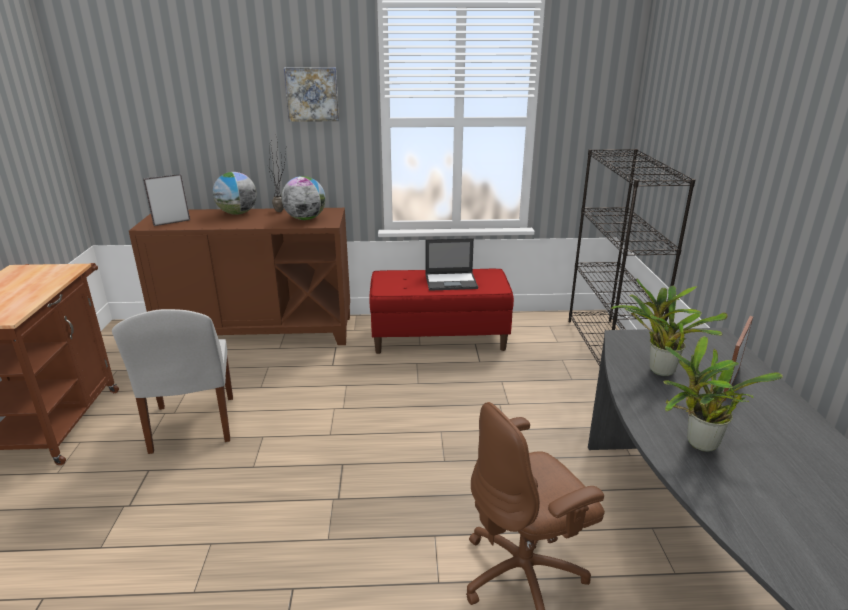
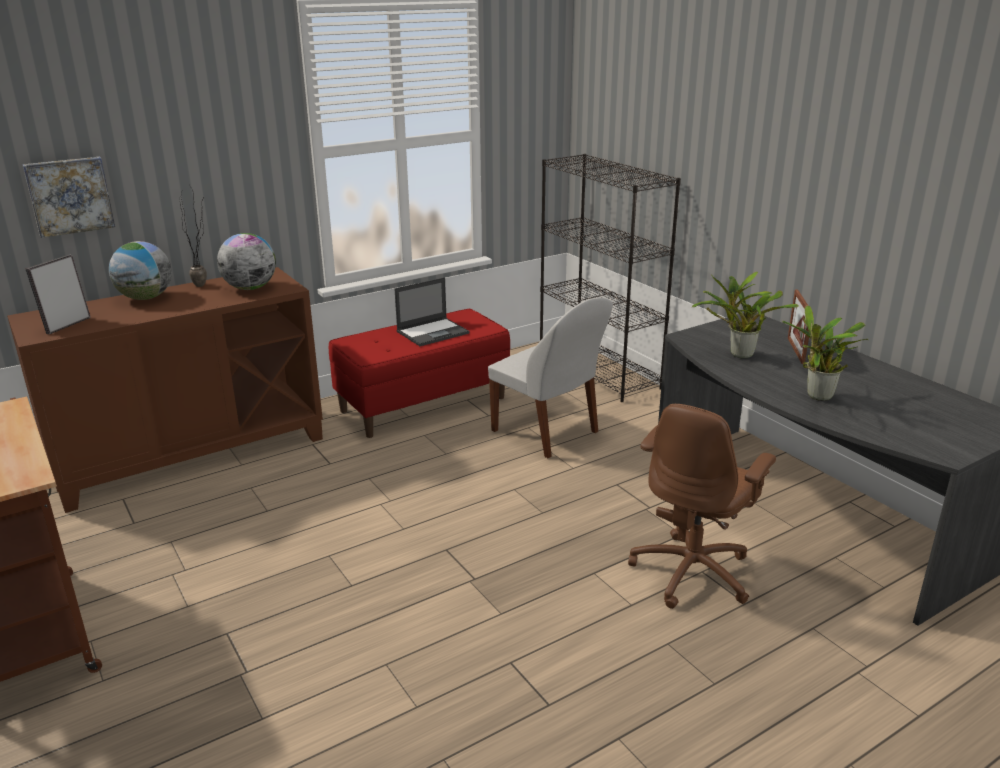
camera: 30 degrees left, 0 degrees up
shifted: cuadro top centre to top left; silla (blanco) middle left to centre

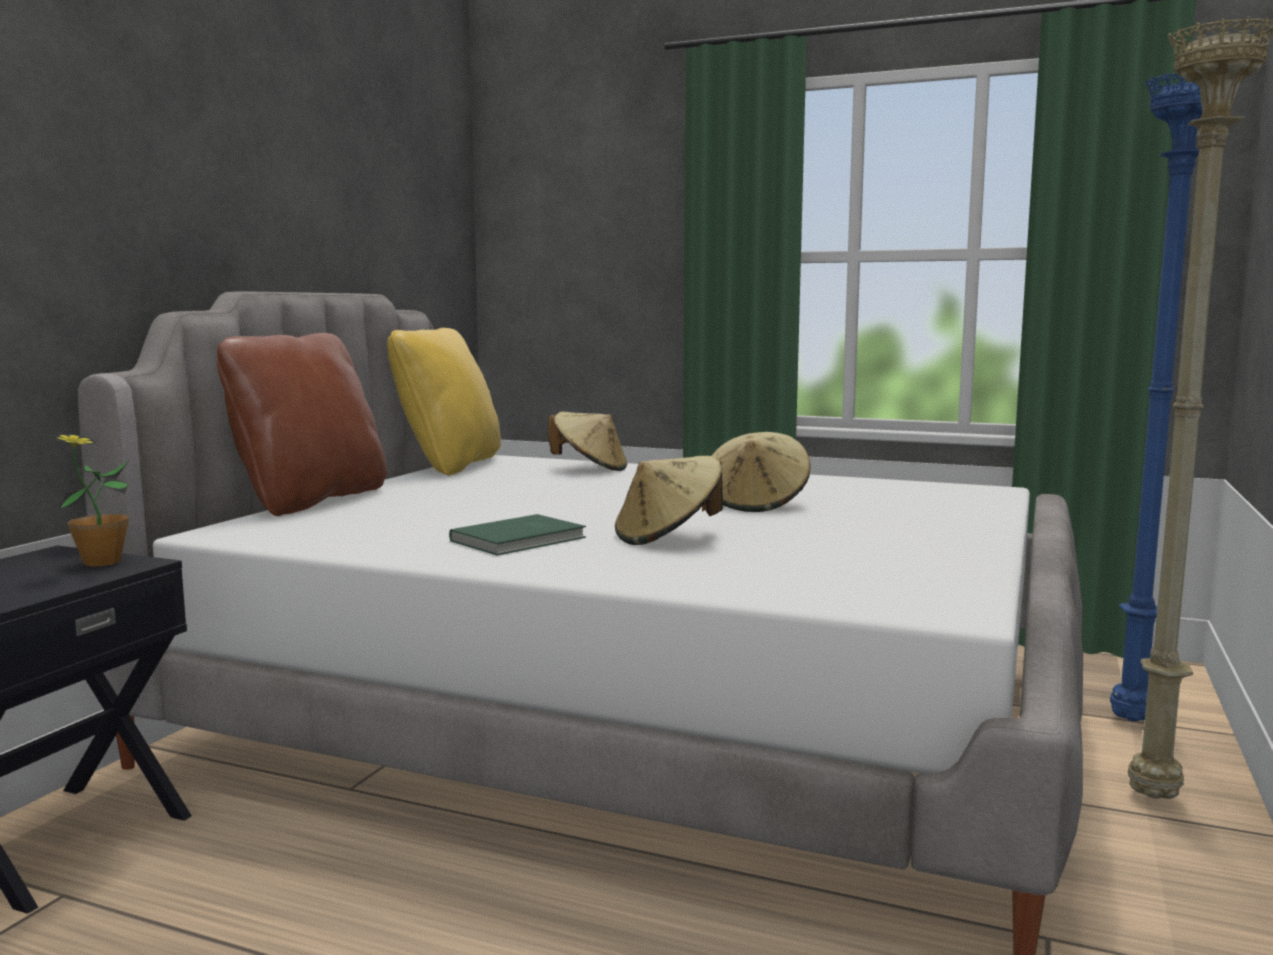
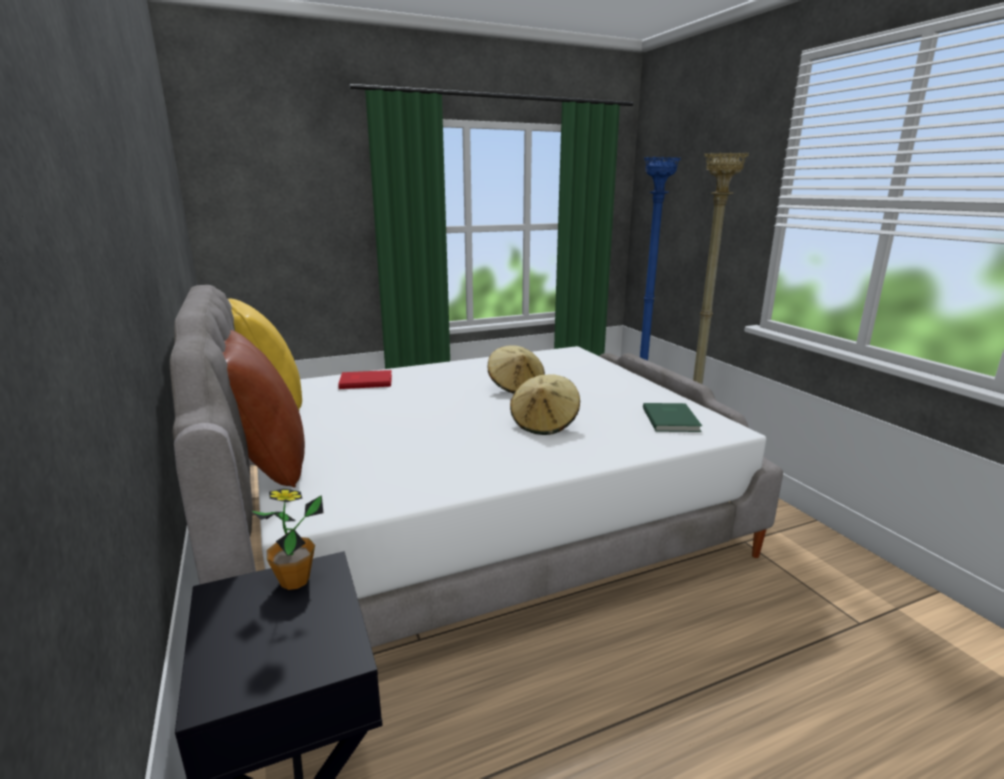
camera: 45 degrees left, 10 degrees up
shifted: libro (verde) centre to middle right
swapped: sombrero (beis) (no. 1 from left) centre to libro (rojo) centre

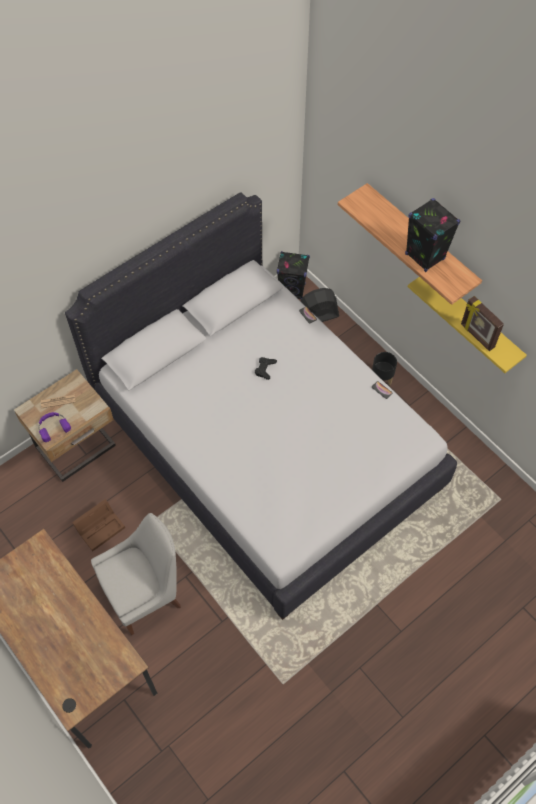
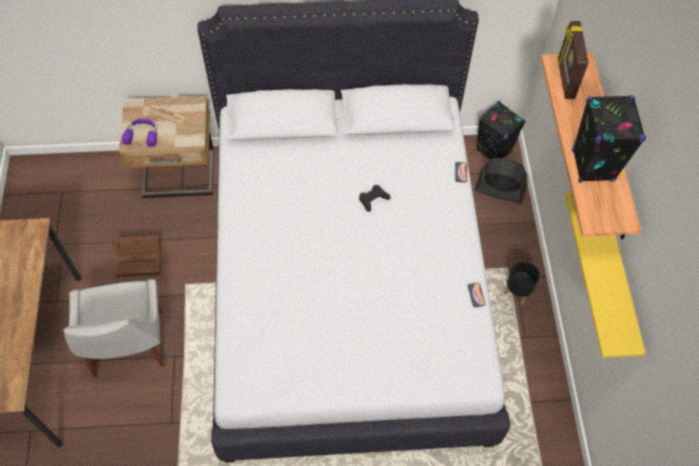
camera: 35 degrees right, 0 degrees up
shifted: portarretratos middle right to top right
rotated: silla (blanco) bottom left = bottom left 75 degrees clockwise

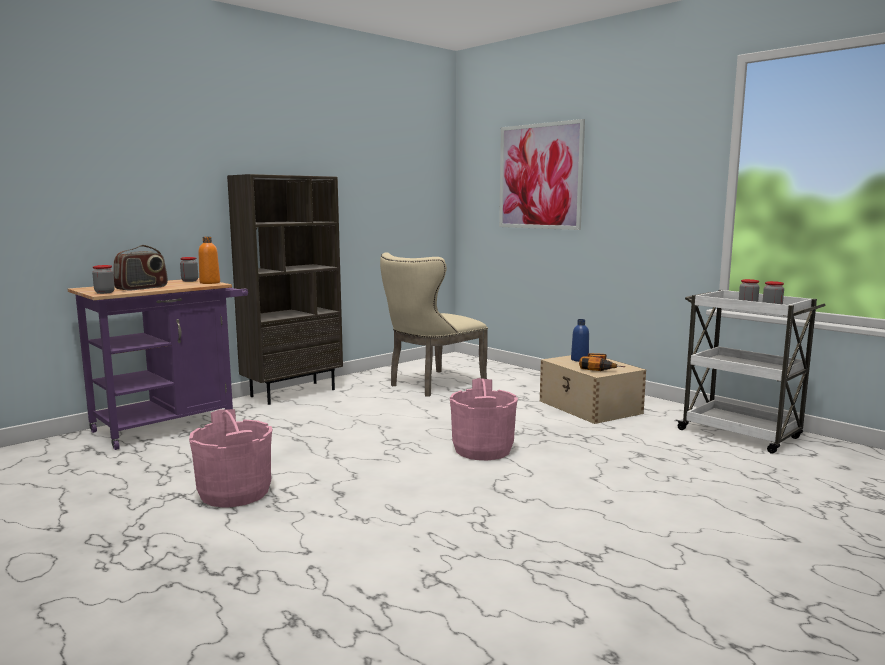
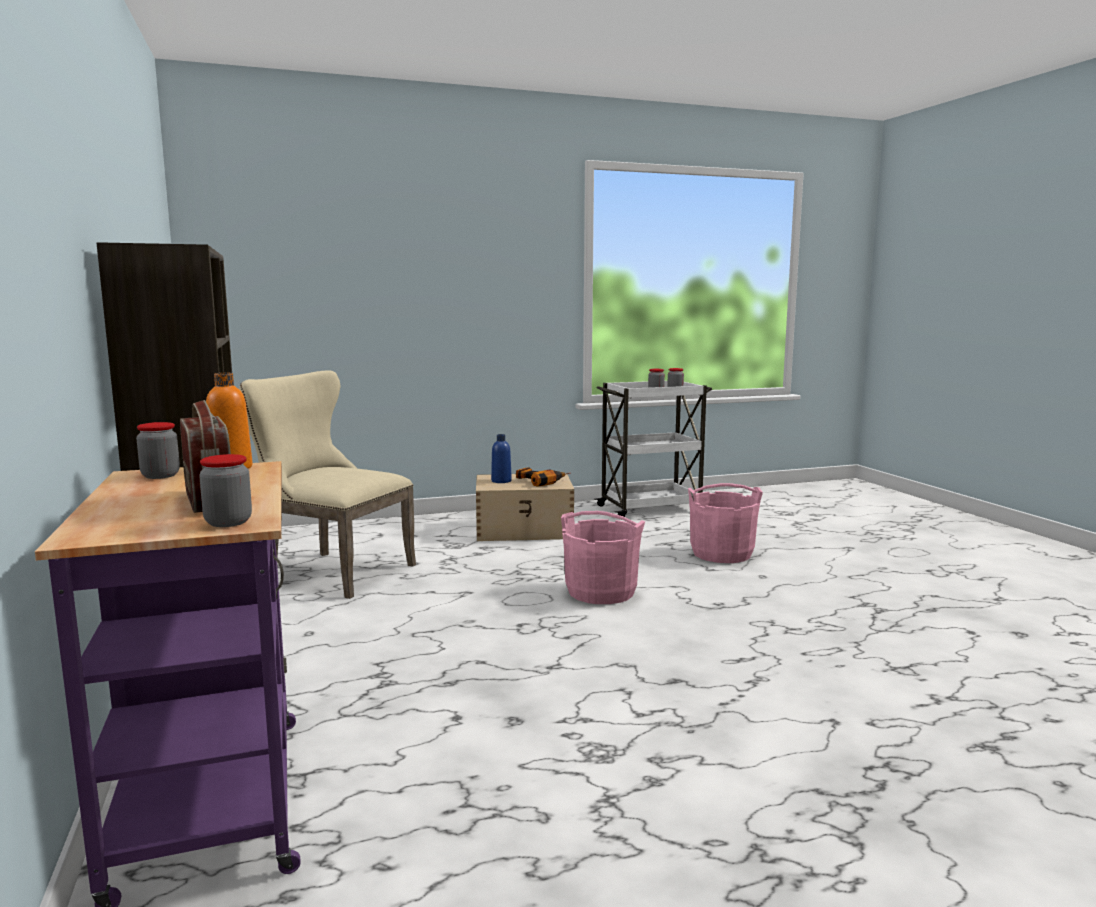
camera: 65 degrees left, 0 degrees up
gone: cuadro top centre
shifted: cubo (rosa) (no. 1 from left in the first image) bottom left to cubo (rosa) (no. 2 from left) centre
rotated: silla (beis) centre = middle left 135 degrees clockwise

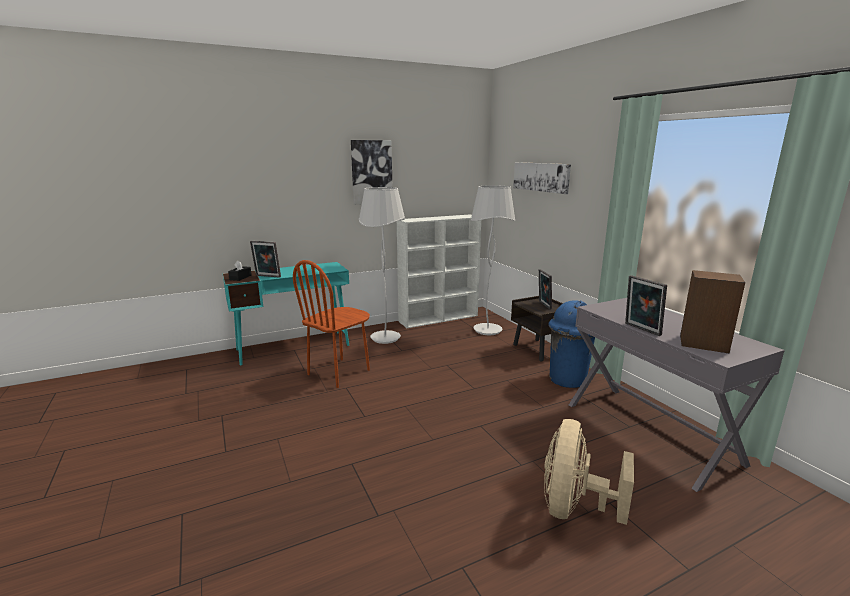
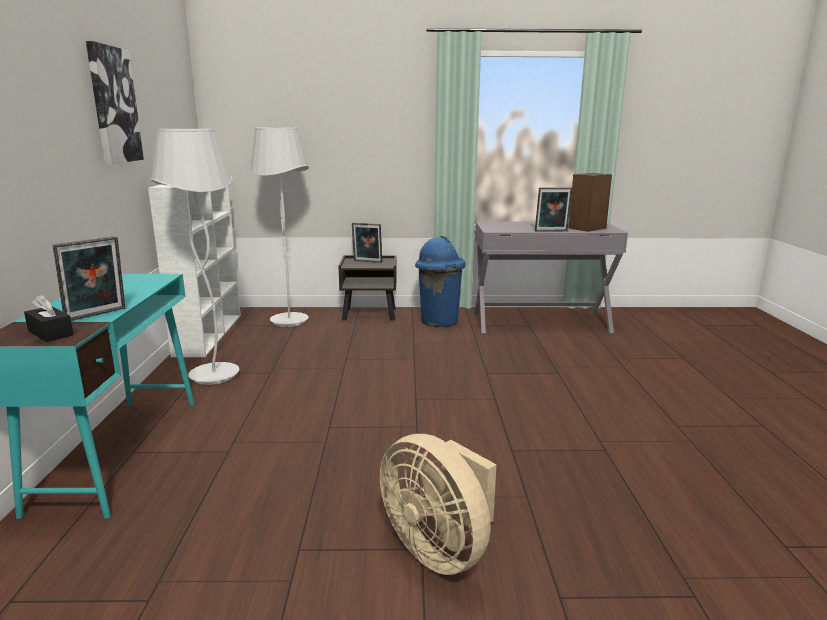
camera: 65 degrees left, 0 degrees up
gone: silla (marrón) centre; cuadro (no. 2 from left) top centre
shifted: ventilador (beis) bottom right to bottom centre

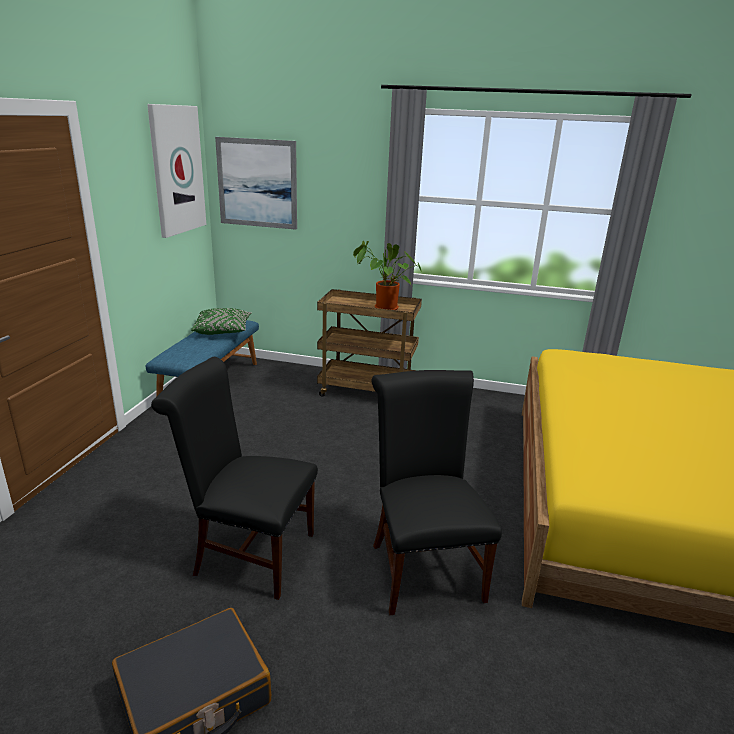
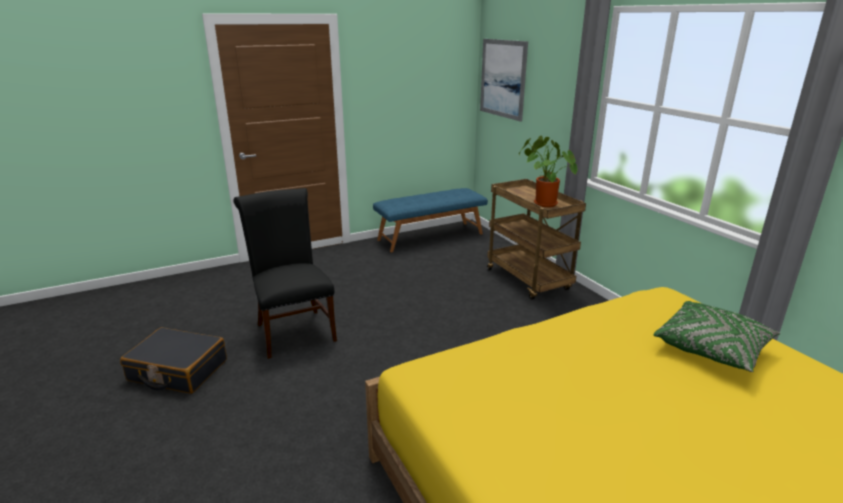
camera: 50 degrees right, 0 degrees up
gone: cuadro (no. 1 from left) top left; silla (negro) (no. 2 from left) bottom centre
shifted: cojín (verde) middle left to bottom right

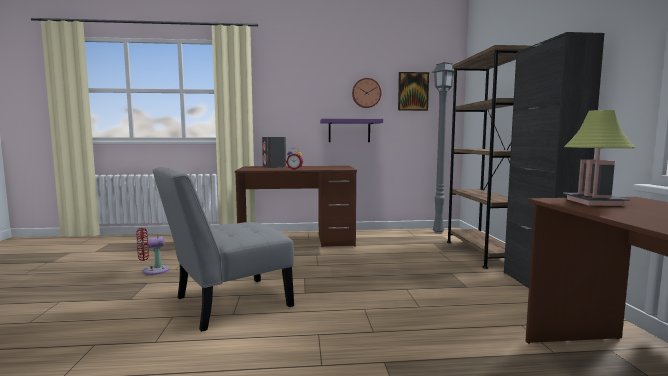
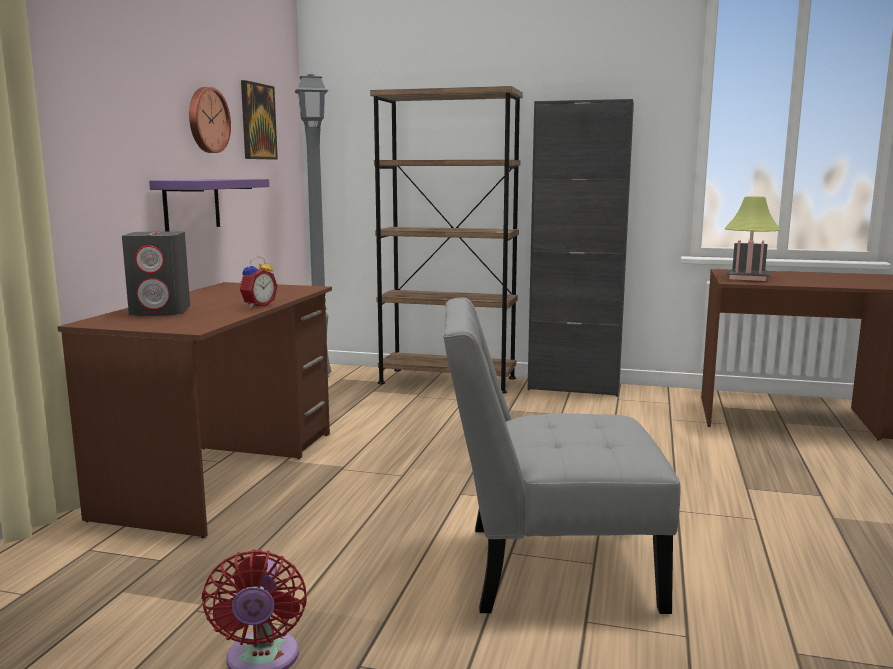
camera: 70 degrees left, 5 degrees up
rotated: silla (gris) centre = bottom centre 105 degrees clockwise

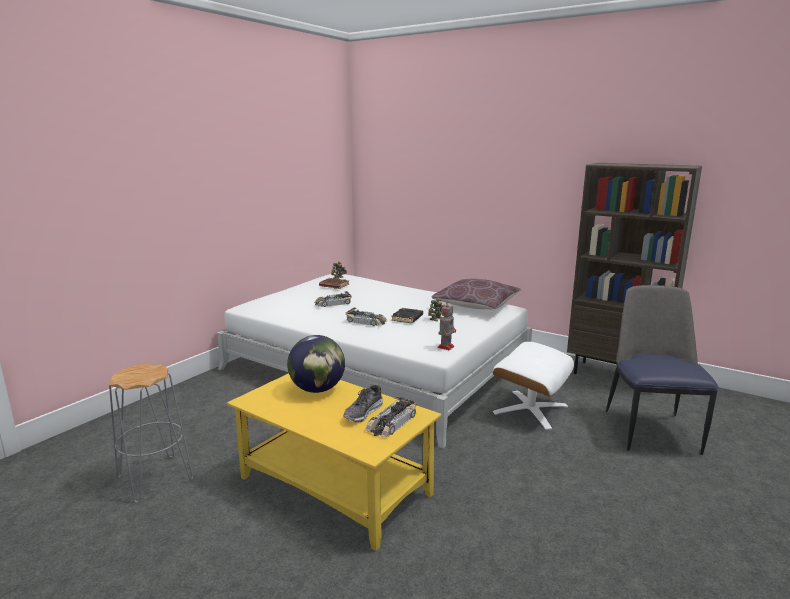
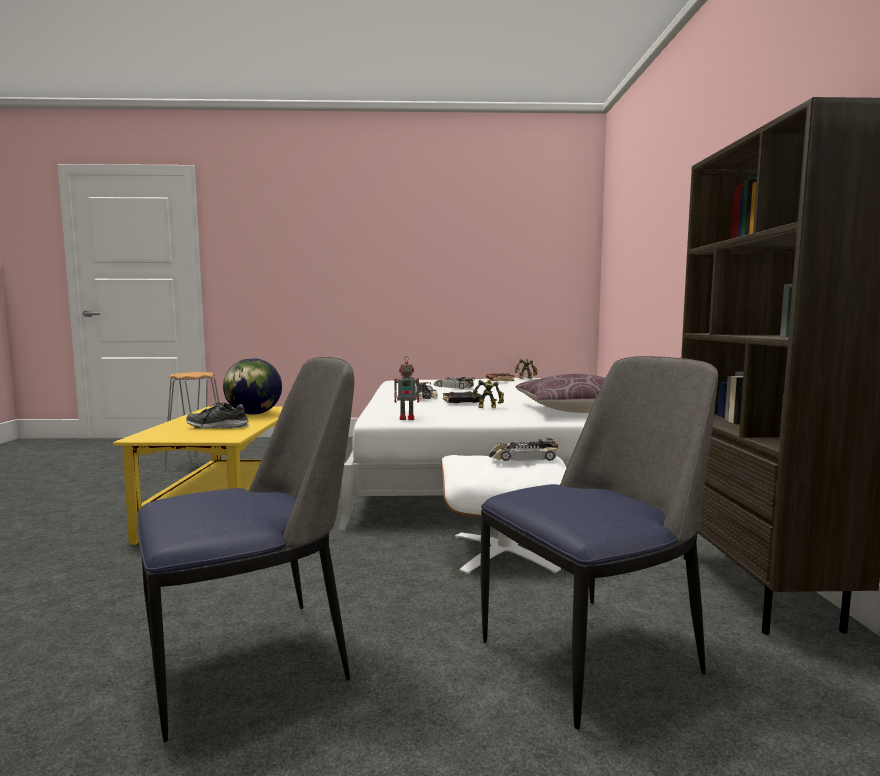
camera: 55 degrees right, 10 degrees down
new: silla (no. 1 from left) bottom left
shifted: coche de juguete (no. 3 from left) bottom centre to centre

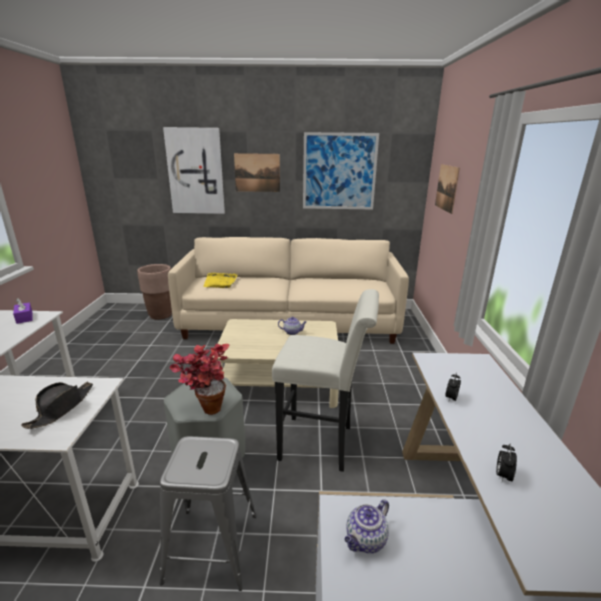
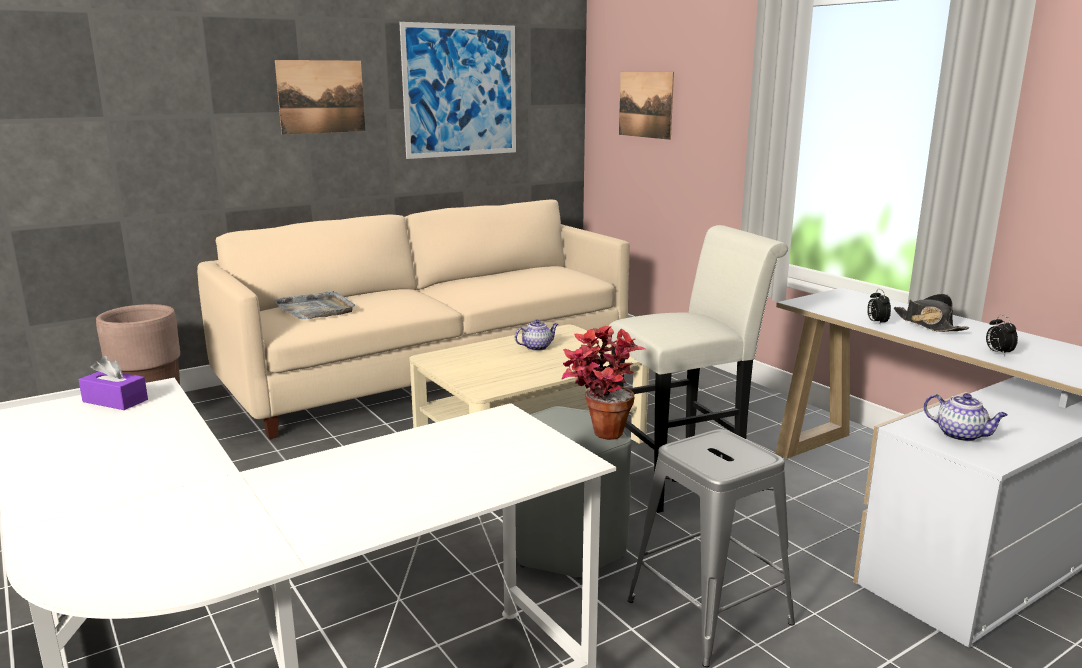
camera: 35 degrees left, 5 degrees down
gone: cuadro (no. 1 from left) top left
shifted: sombrero (negro) bottom left to middle right
repainted: bandeja (amarillo) centre to bandeja (gris) middle left
rotated: tetera (no. 2 from left) bottom centre = middle right 60 degrees counterclockwise

